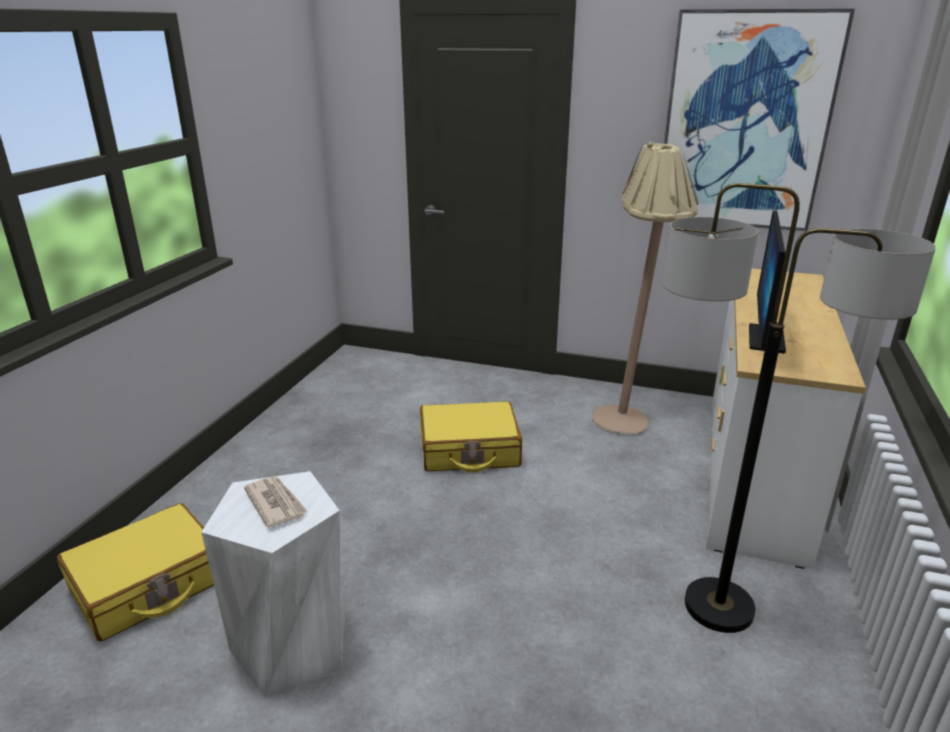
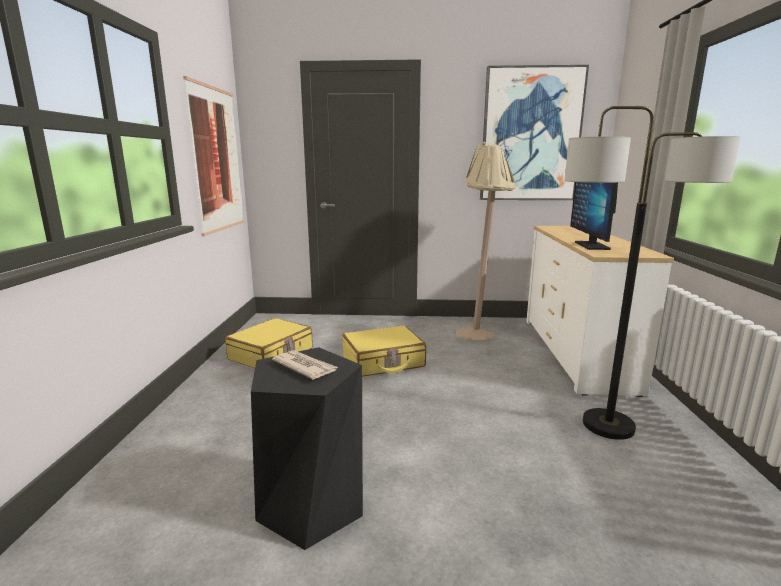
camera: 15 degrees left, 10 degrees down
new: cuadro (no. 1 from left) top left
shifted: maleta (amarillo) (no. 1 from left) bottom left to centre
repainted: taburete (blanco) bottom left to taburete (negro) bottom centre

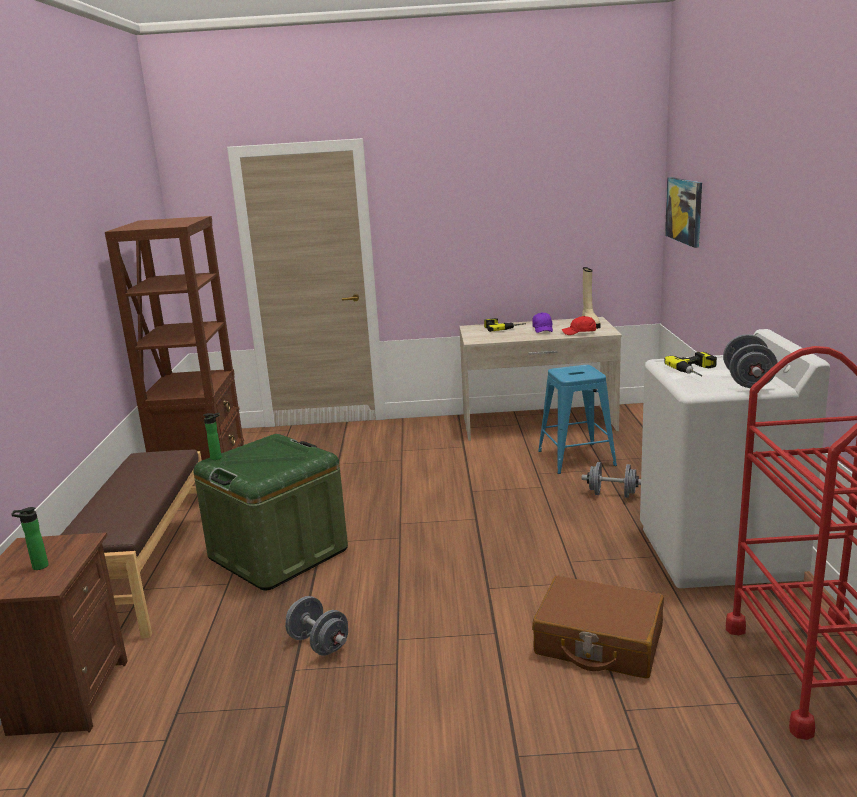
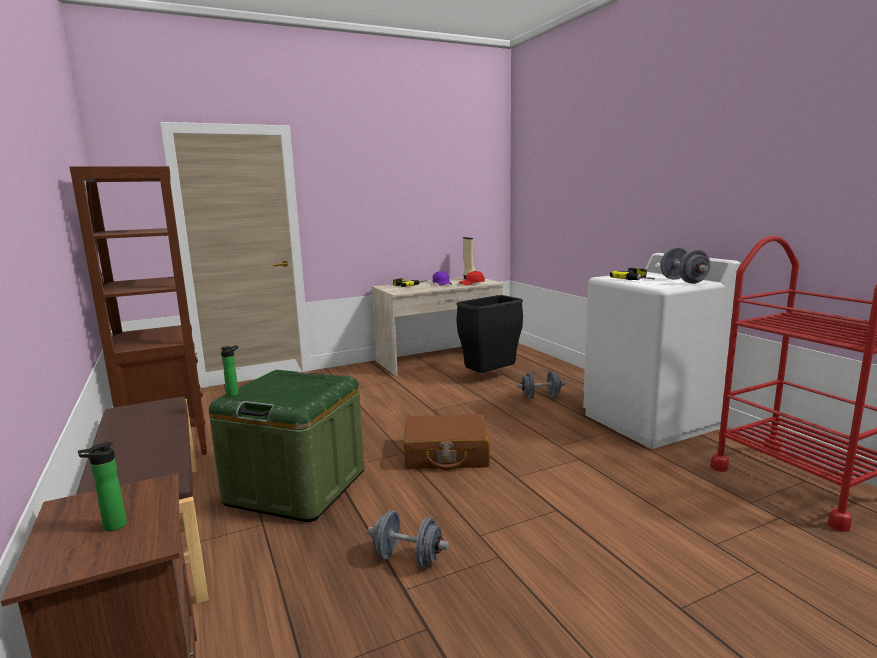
camera: 25 degrees left, 5 degrees down
gone: cuadro top right
shifted: maleta (marrón) bottom right to bottom centre
swapped: taburete (azul) middle right to papelera (negro) centre

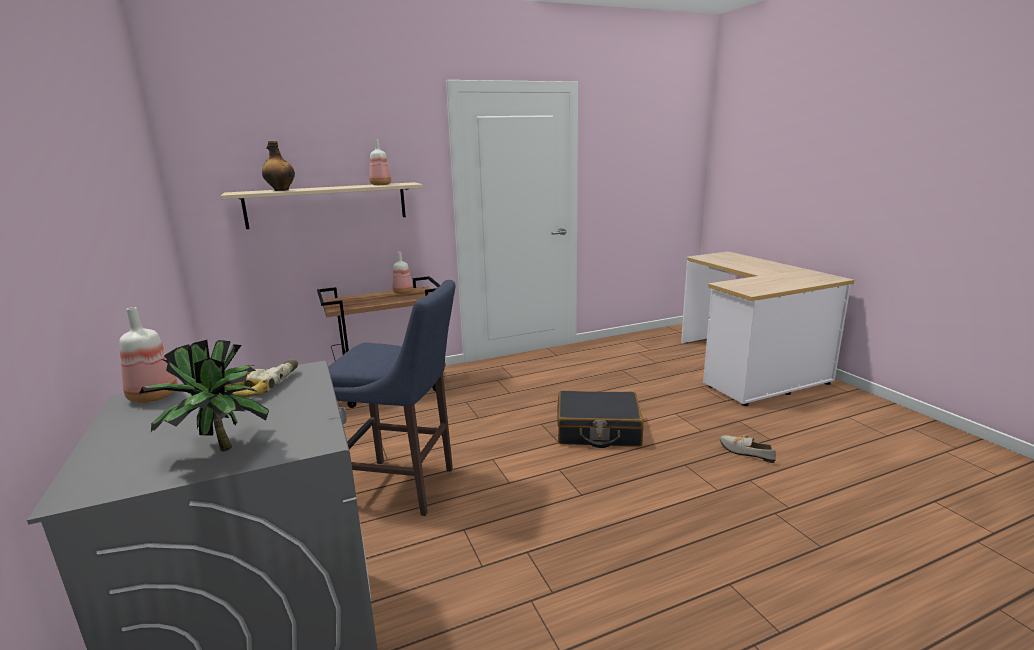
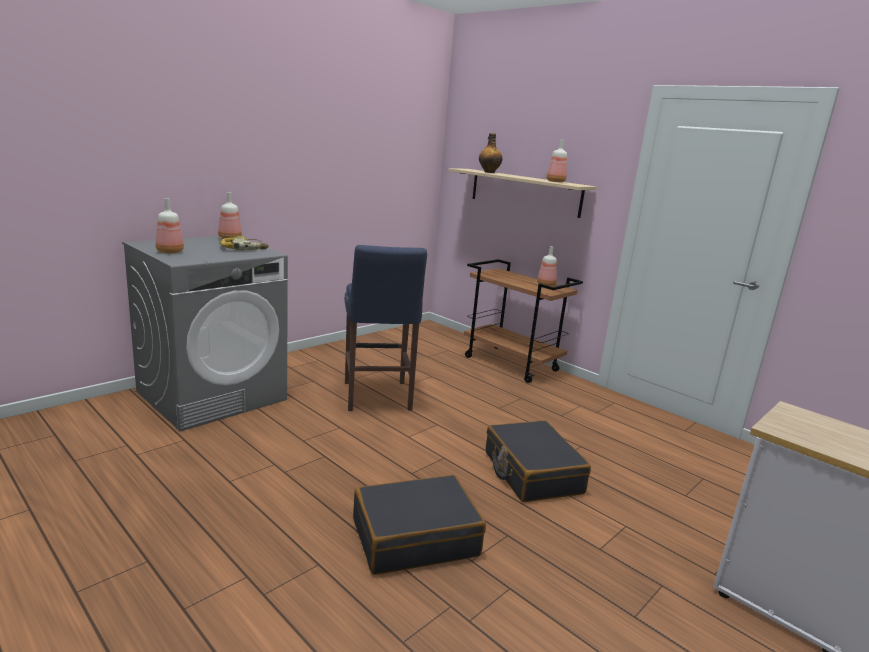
camera: 65 degrees right, 0 degrees up
gone: zapato bottom right
new: maleta (negro) (no. 1 from left) bottom centre
swapped: planta en maceta middle left to botella (no. 1 from left) middle left

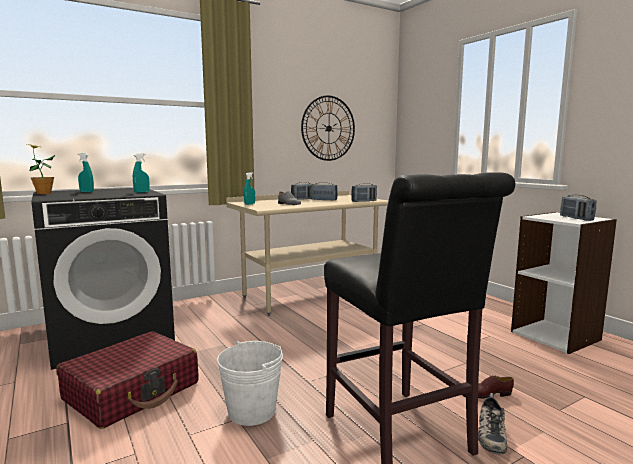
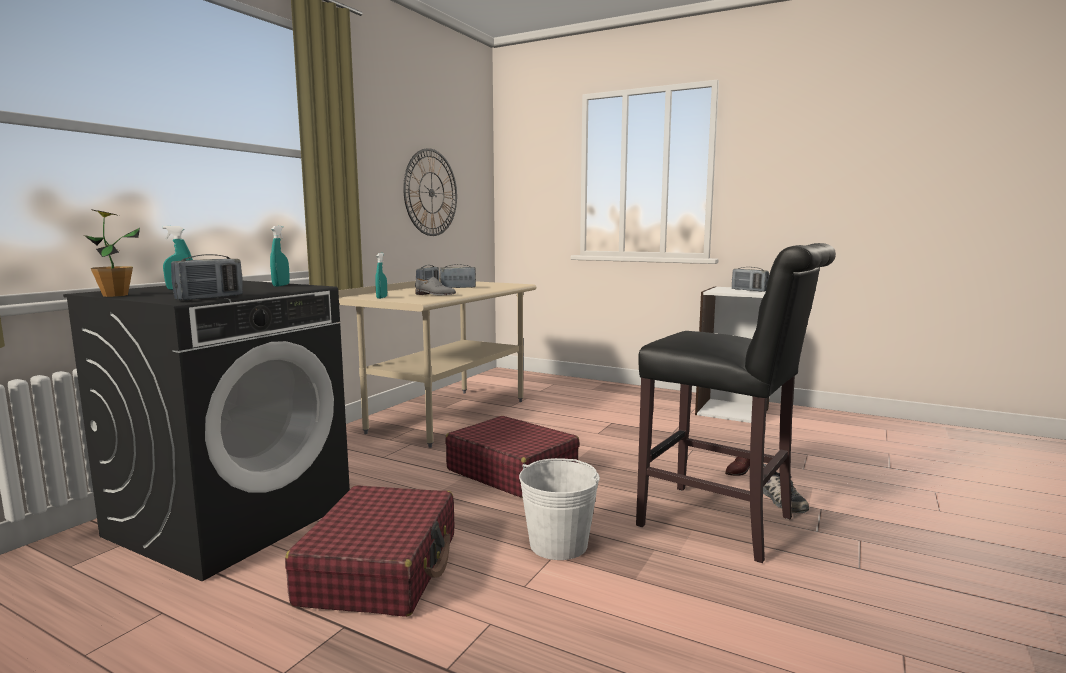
camera: 30 degrees left, 0 degrees up
new: maleta (rojo) (no. 2 from left) bottom centre
shifted: radio (no. 3 from left in the first image) centre to radio (no. 1 from left) middle left

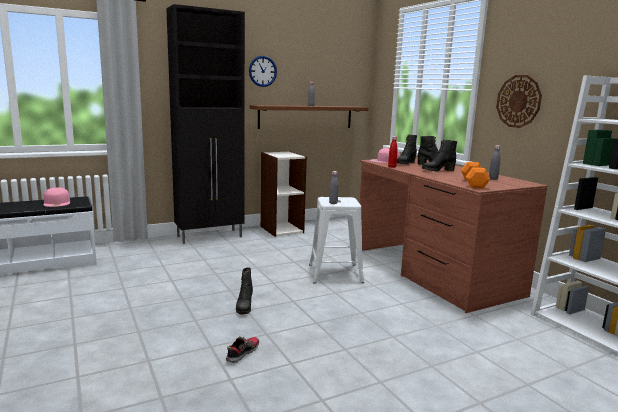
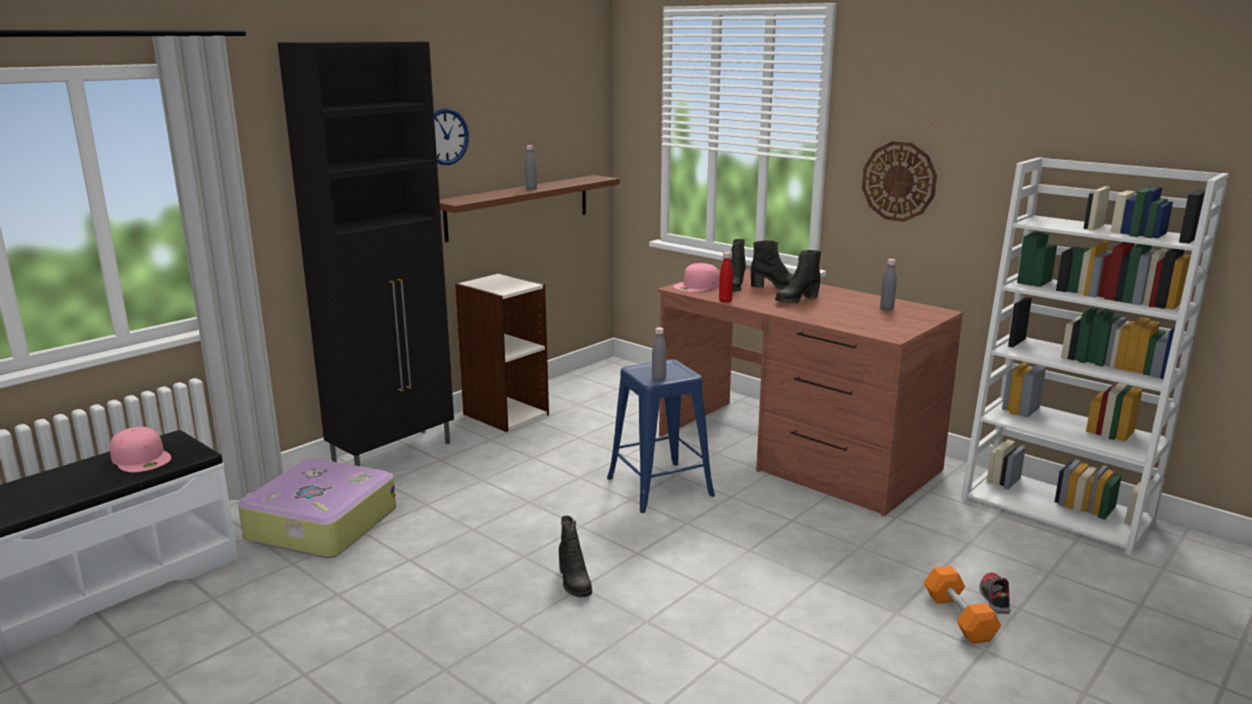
camera: 20 degrees left, 5 degrees up
new: maleta bottom left
shifted: mancuerna (naranja) middle right to bottom right; zapato bottom centre to bottom right
repainted: taburete (blanco) centre to taburete (azul) centre

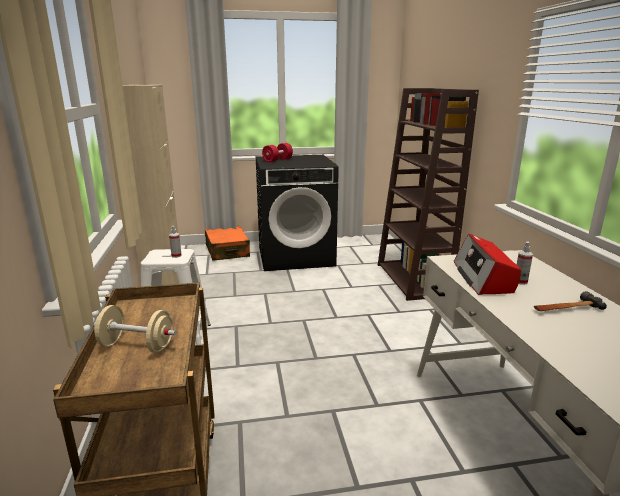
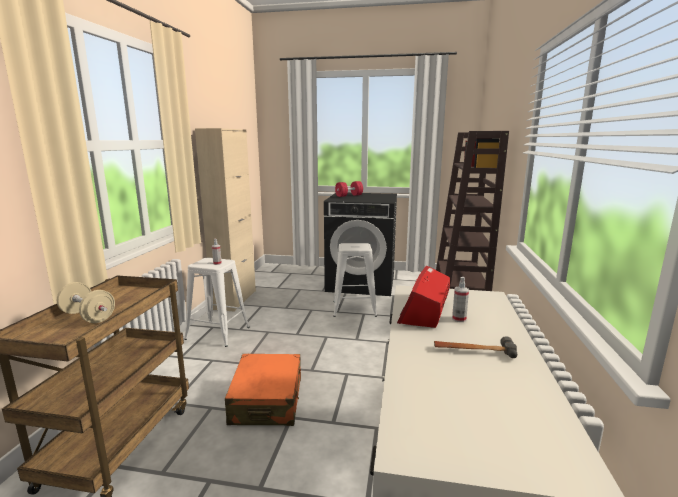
camera: 20 degrees right, 5 degrees down
new: taburete (blanco) (no. 2 from left) centre
shifted: maleta (naranja) centre to bottom centre

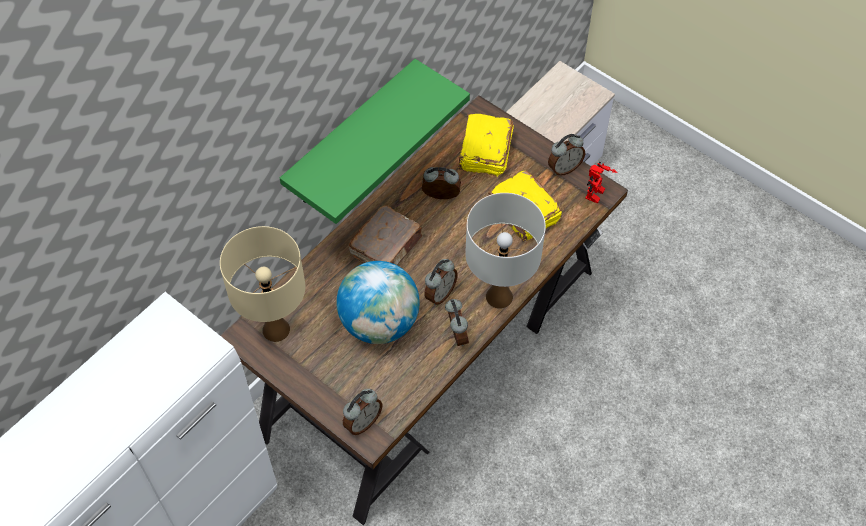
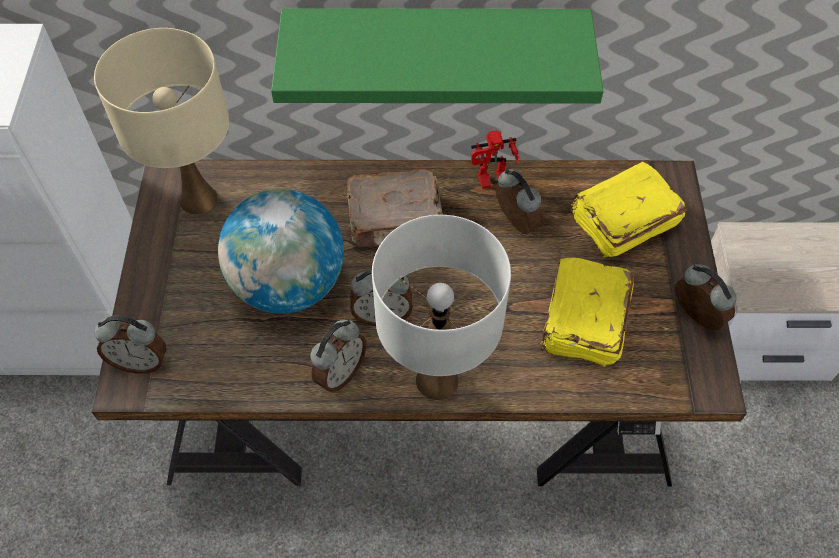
camera: 50 degrees right, 0 degrees up
shifted: robot de juguete middle right to top centre
rotated: despertador (no. 5 from left) top centre = middle right 150 degrees counterclockwise

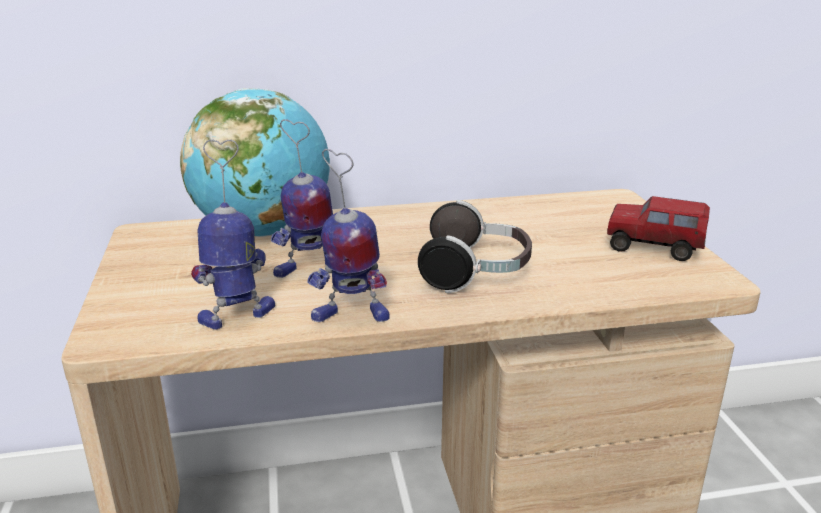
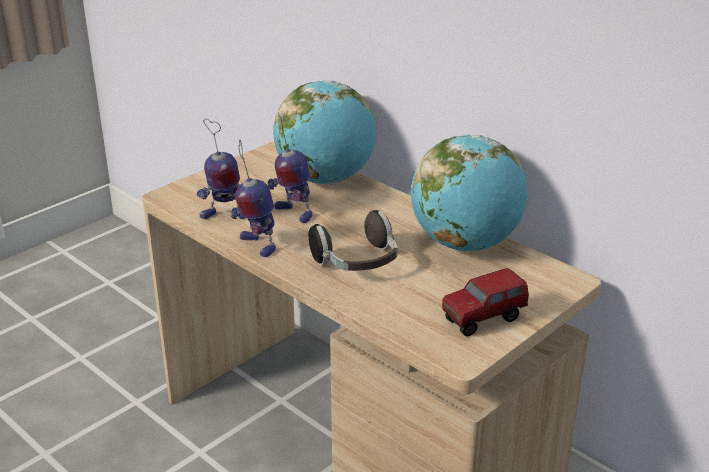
camera: 55 degrees right, 5 degrees up
new: globo terráqueo (no. 2 from left) centre
rotated: robot de juguete (no. 1 from left) middle left = middle left 150 degrees clockwise; camión de juguete middle right = middle right 105 degrees counterclockwise

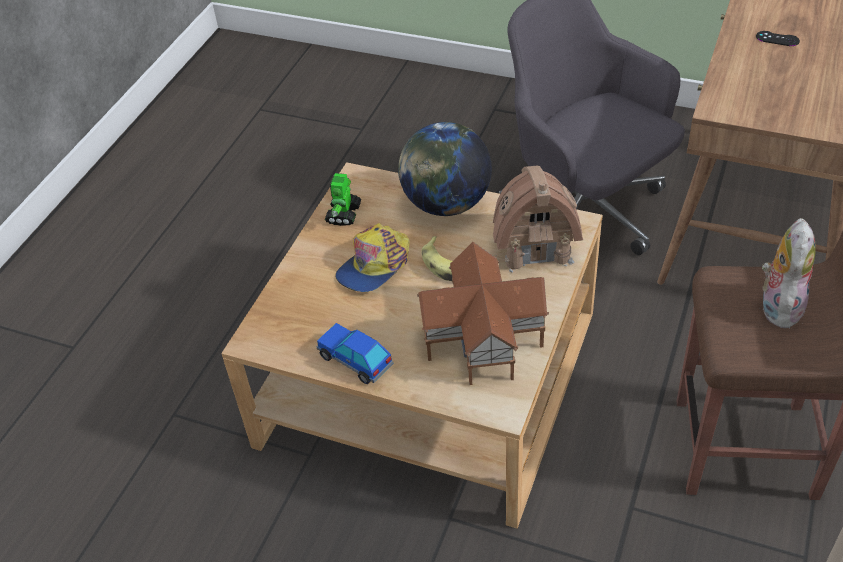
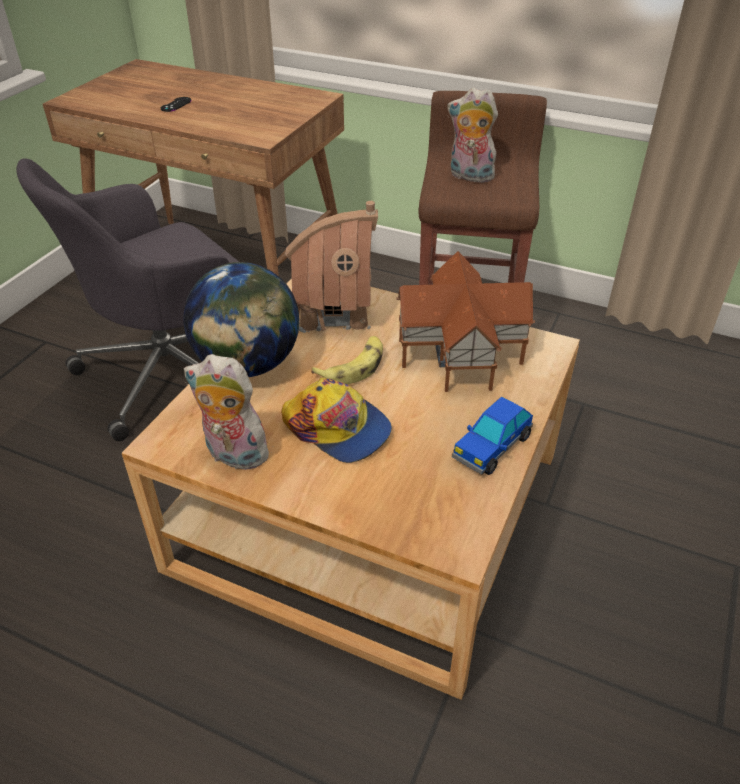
camera: 90 degrees left, 5 degrees down
swapped: robot de juguete centre to peluche (no. 1 from left) middle left

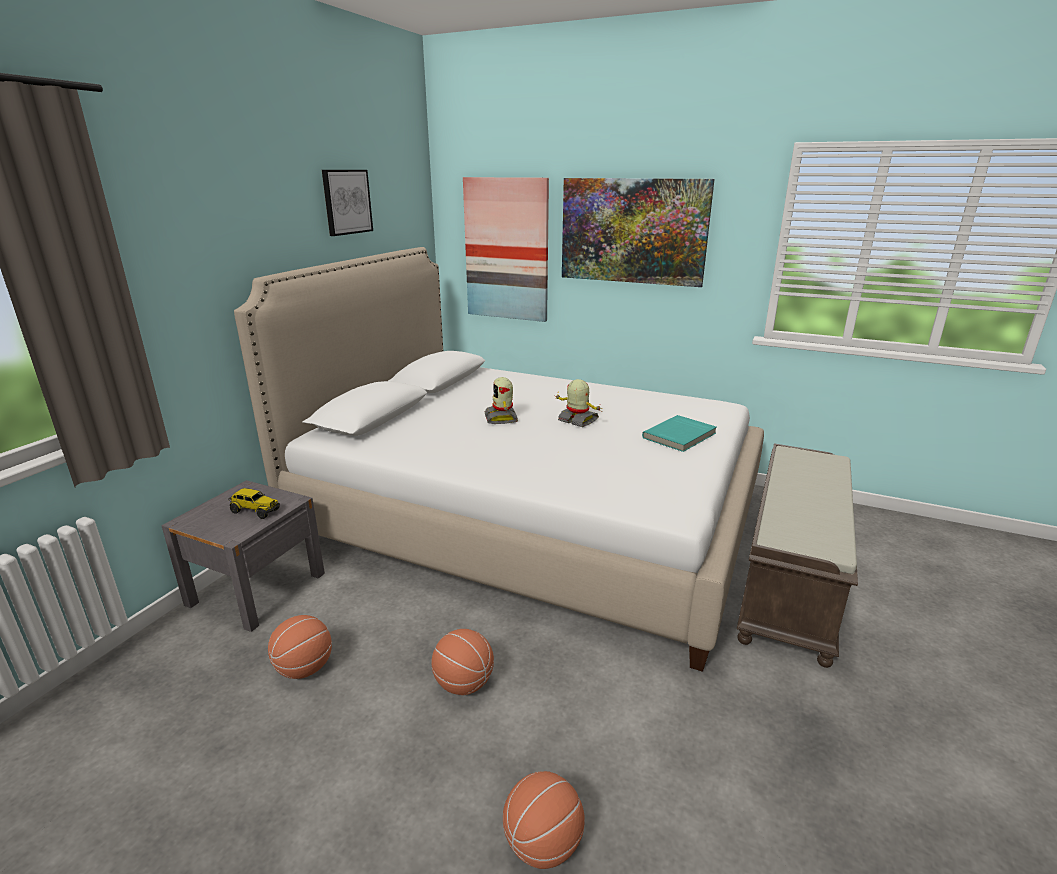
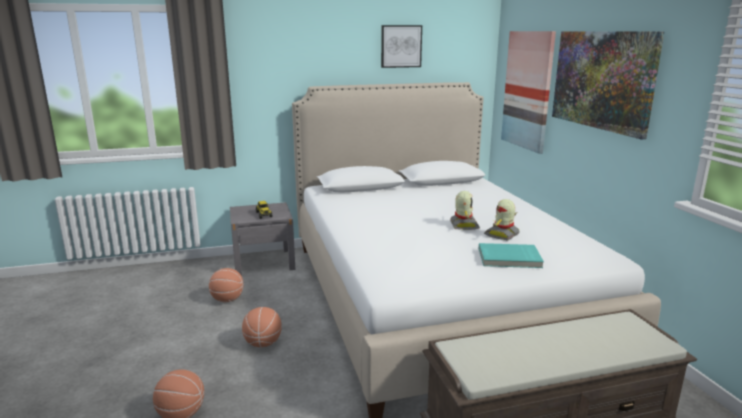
camera: 50 degrees right, 5 degrees down
shifted: robot de juguete (no. 1 from left in the first image) centre to robot de juguete (no. 2 from left) middle right

